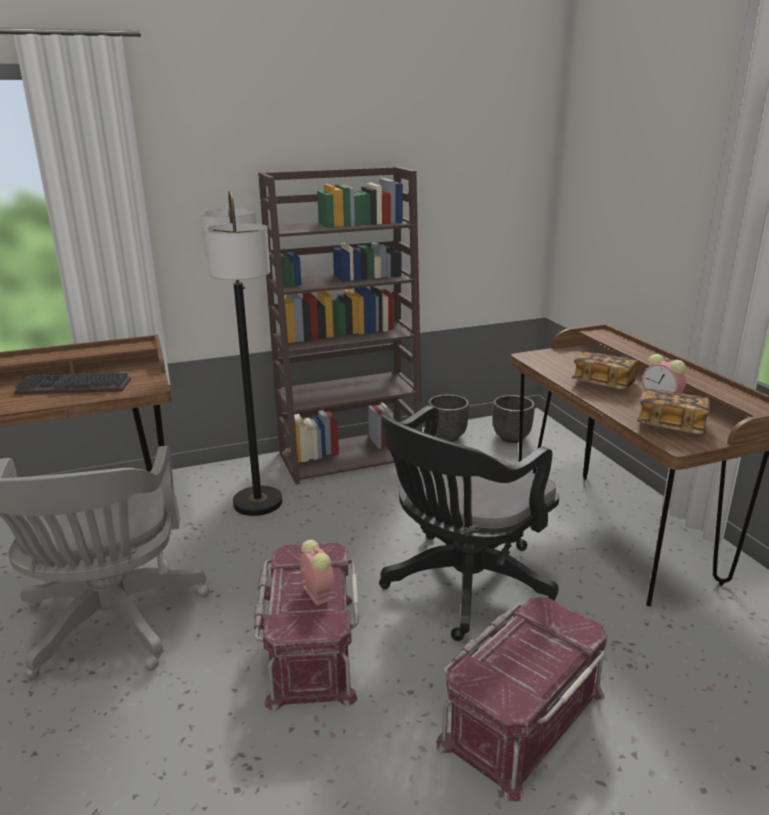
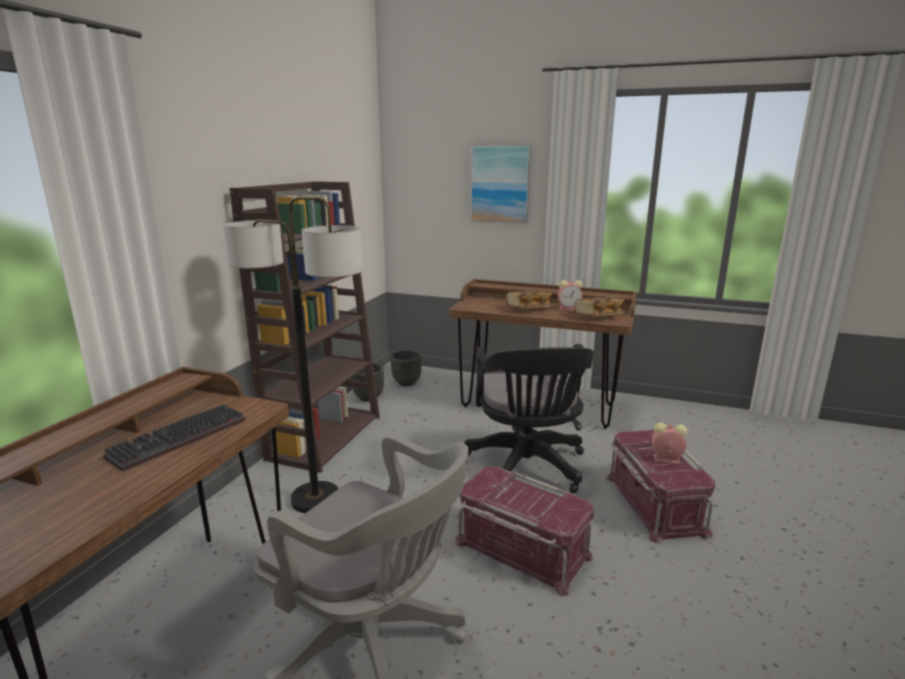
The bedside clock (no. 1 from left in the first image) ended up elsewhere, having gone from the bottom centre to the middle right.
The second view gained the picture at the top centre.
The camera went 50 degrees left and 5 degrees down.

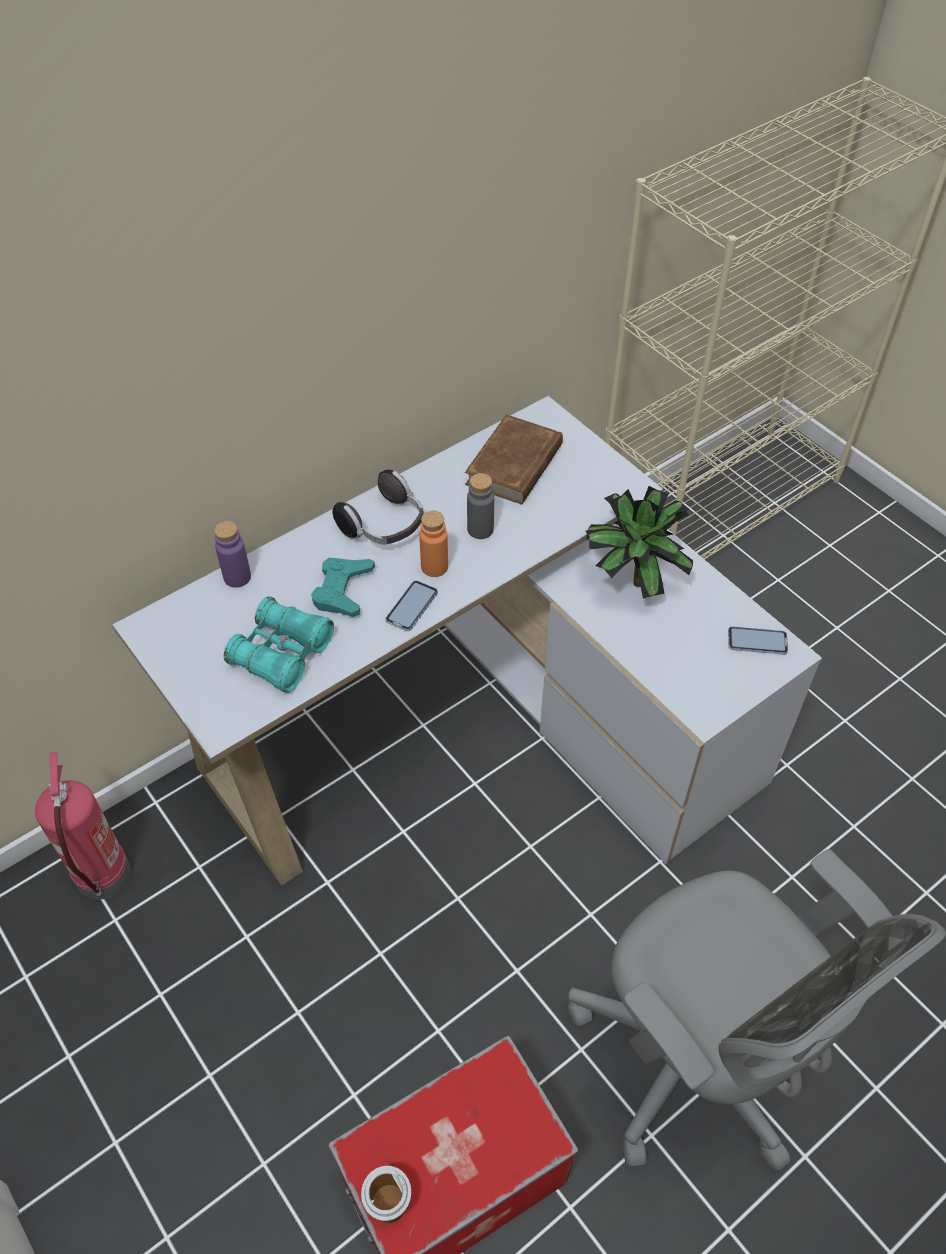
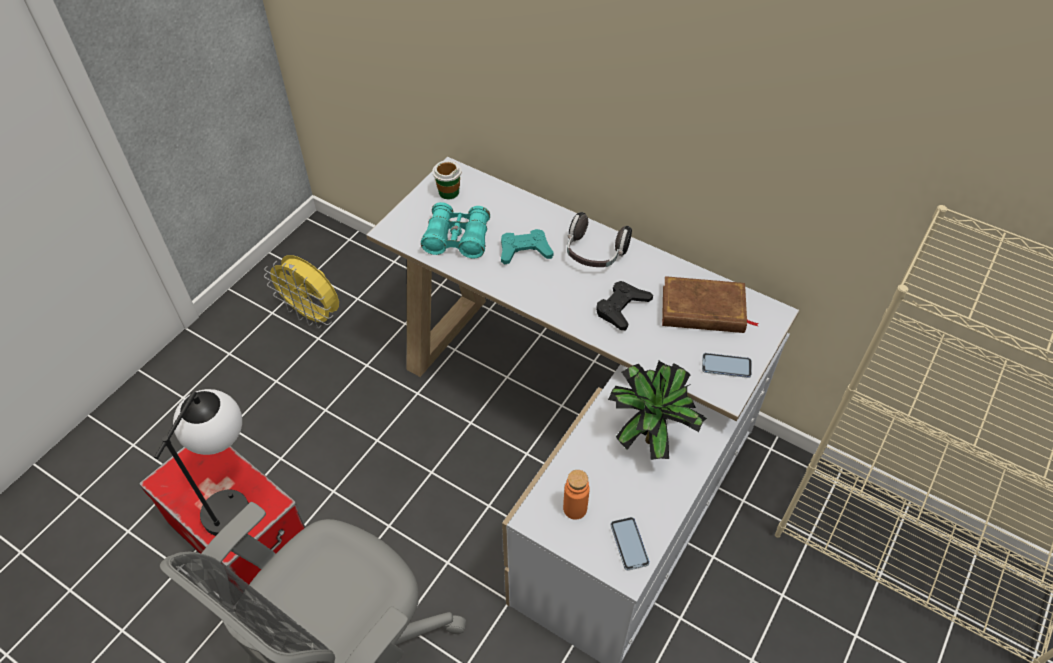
The second view lost the fire extinguisher at the middle left.
The second view lost the purple-coloured drink bottle at the middle left.
The small cup ended up elsewhere, having gone from the bottom centre to the top centre.
The telephone (no. 1 from left in the first image) ended up elsewhere, having gone from the centre to the middle right.
The orange drink bottle ended up elsewhere, having gone from the centre to the bottom centre.
Where the gray drink bottle stood at the centre, the black joypad came to stand at the centre.
The second view gained the tabletop lamp at the bottom left.
The second view gained the yellow-coloured electric fan at the middle left.
The camera went 70 degrees right and 0 degrees up.

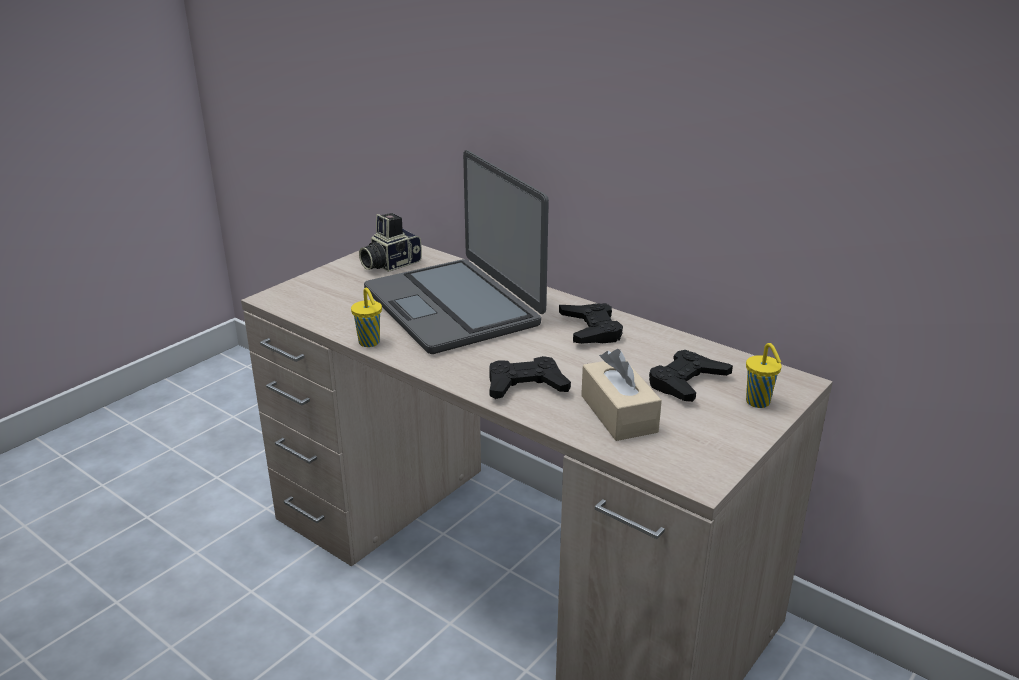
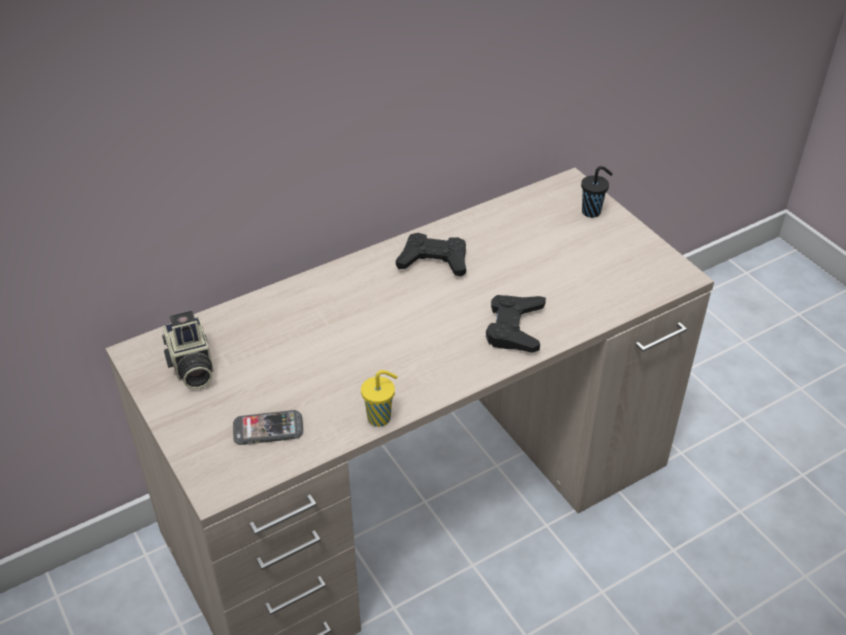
The second view lost the laptop at the centre.
The second view lost the sand-coloured box of tissues at the centre.
The second view lost the black joypad (no. 3 from left) at the middle right.
What was the yellow-coloured small cup (no. 2 from left) at the middle right turned into the black small cup at the top right.
The second view gained the telephone at the bottom left.
The camera went 70 degrees left and 15 degrees up.

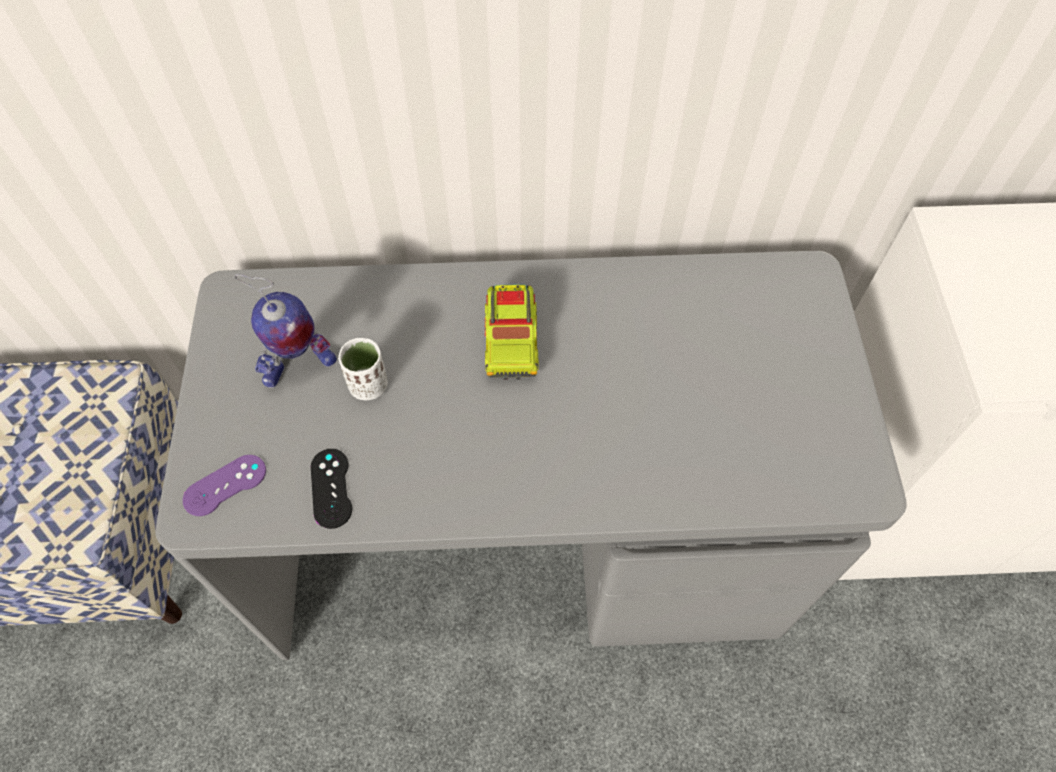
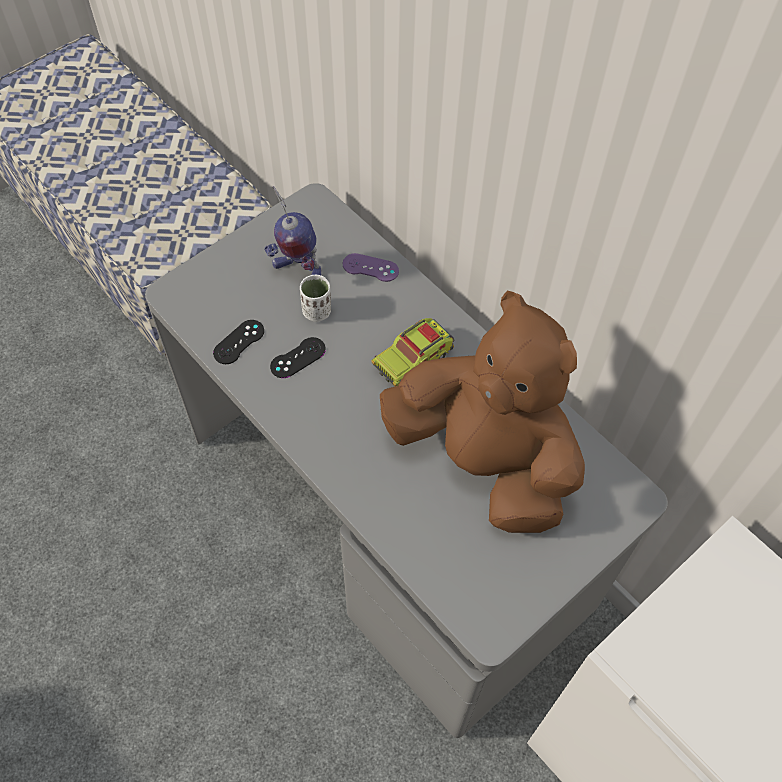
The purple-coloured joypad ended up elsewhere, having gone from the middle left to the centre.
The second view gained the black joypad (no. 2 from left) at the centre.
The second view gained the brown soft toy at the centre.
The camera went 50 degrees right and 0 degrees up.

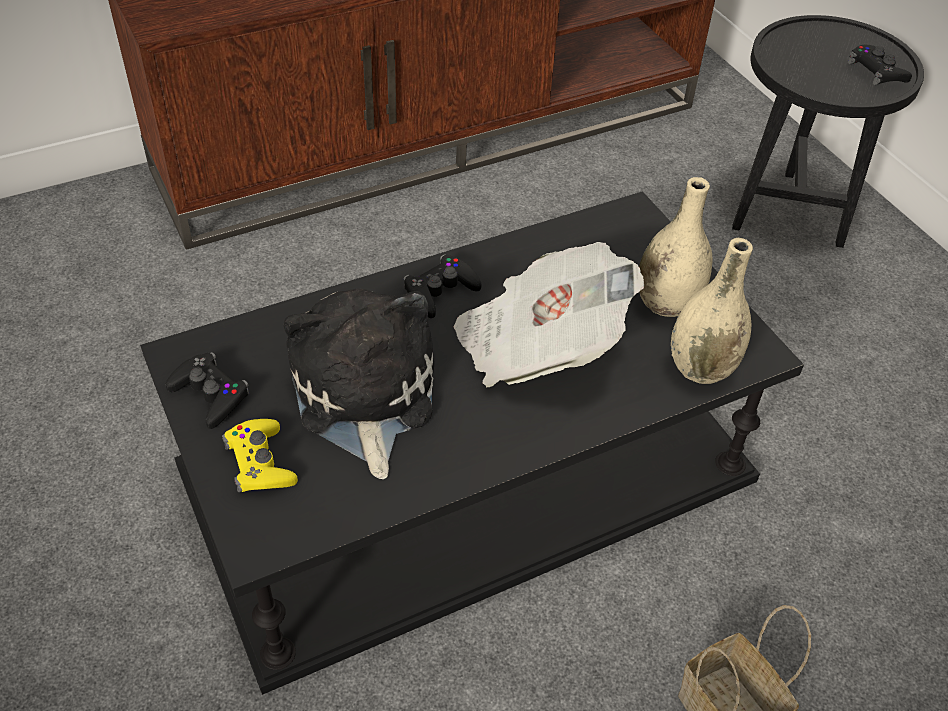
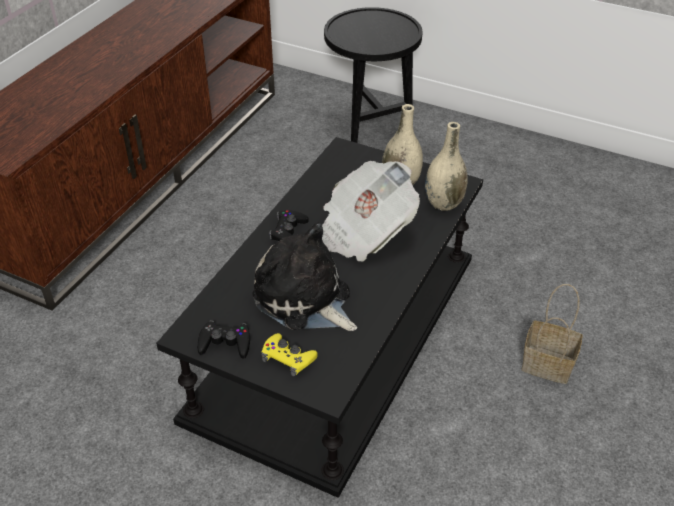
The second view lost the black joypad (no. 3 from left) at the top right.
The camera went 35 degrees left and 5 degrees down.

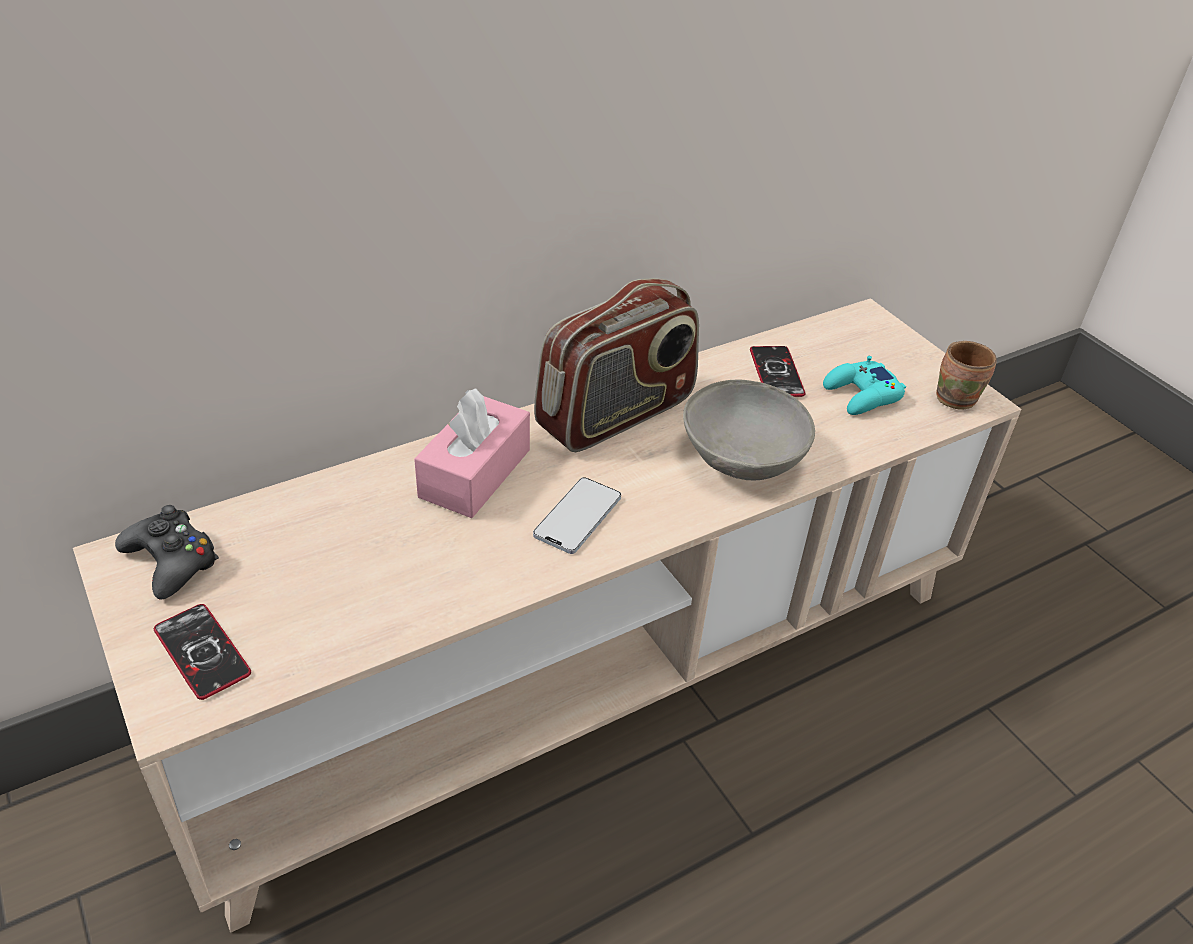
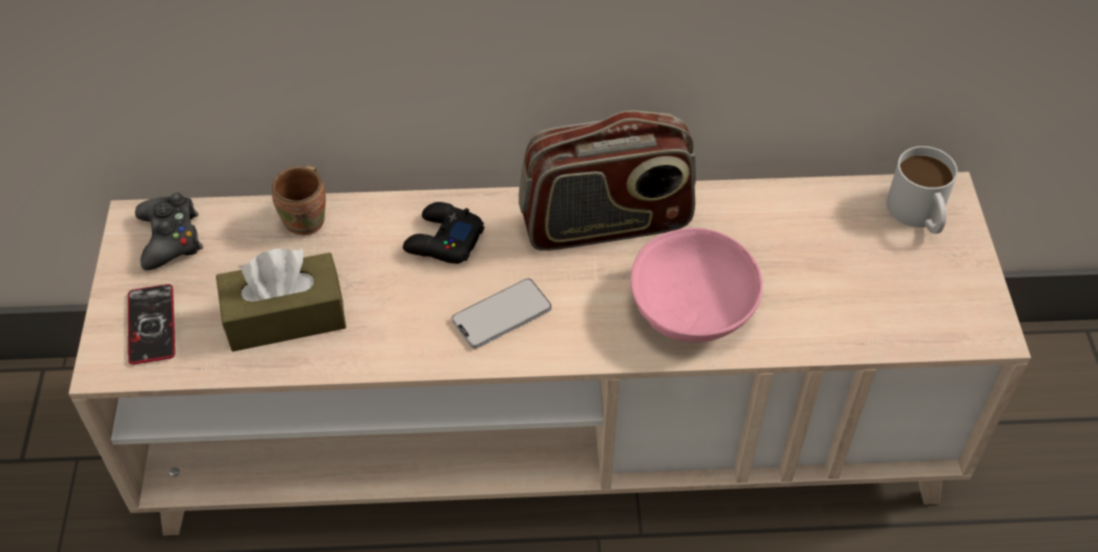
Where the pinkish box of tissues stood at the centre, the black joypad (no. 2 from left) came to stand at the centre.
What was the gray deep dish at the centre turned into the pinkish deep dish at the centre.
The second view lost the telephone (no. 3 from left) at the centre.
The second view lost the turquoise-coloured joypad at the middle right.
The brown coffee mug ended up elsewhere, having gone from the middle right to the middle left.
The second view gained the brown box of tissues at the middle left.
The second view gained the white coffee mug at the middle right.
The camera went 30 degrees right and 10 degrees up.

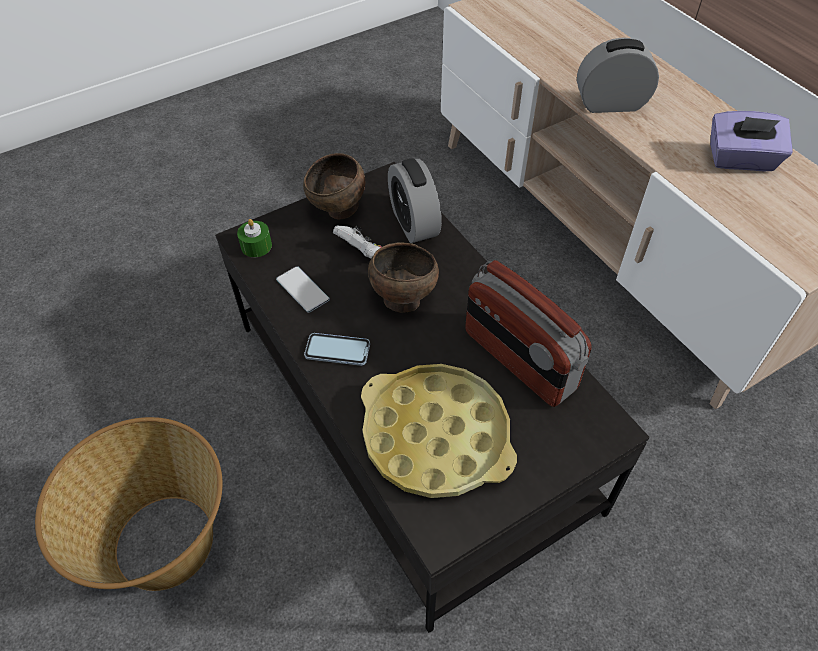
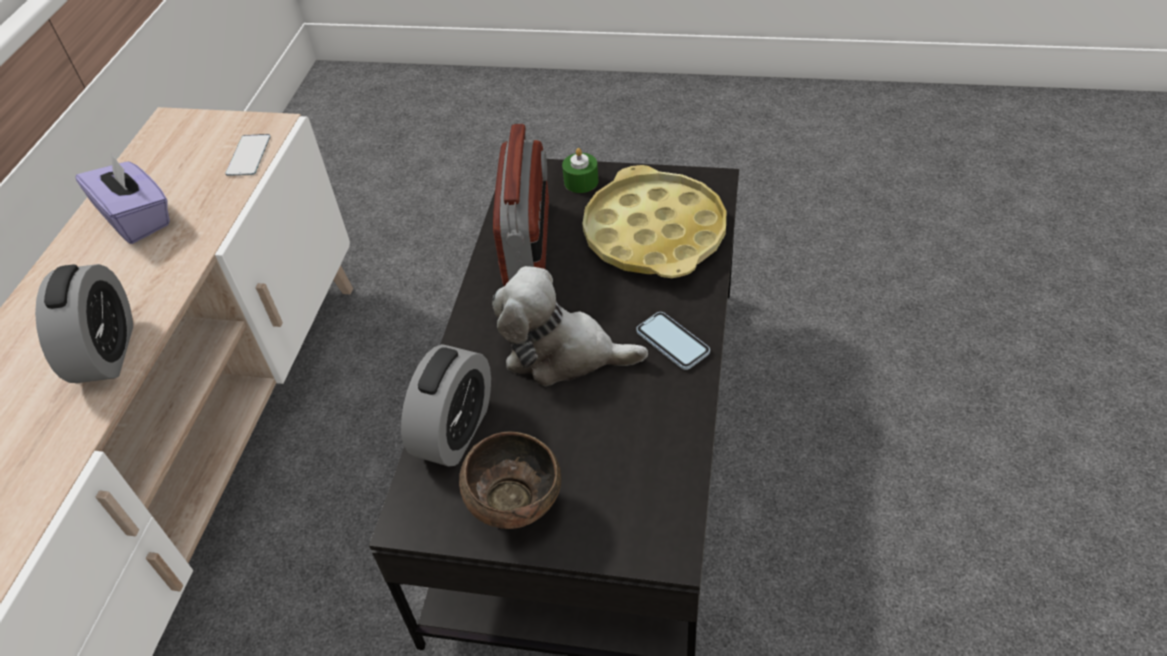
The second view lost the household basket at the bottom left.
The greenish wax candle ended up elsewhere, having gone from the middle left to the top centre.
The telephone (no. 1 from left) ended up elsewhere, having gone from the centre to the top left.
The second view lost the white joypad at the centre.
Where the brown deep dish (no. 2 from left) stood at the centre, the soft toy came to stand at the centre.
The bedside clock (no. 2 from left in the first image) at the top right ended up facing another way, 135 degrees counterclockwise from before.
The camera went 135 degrees left and 5 degrees down.

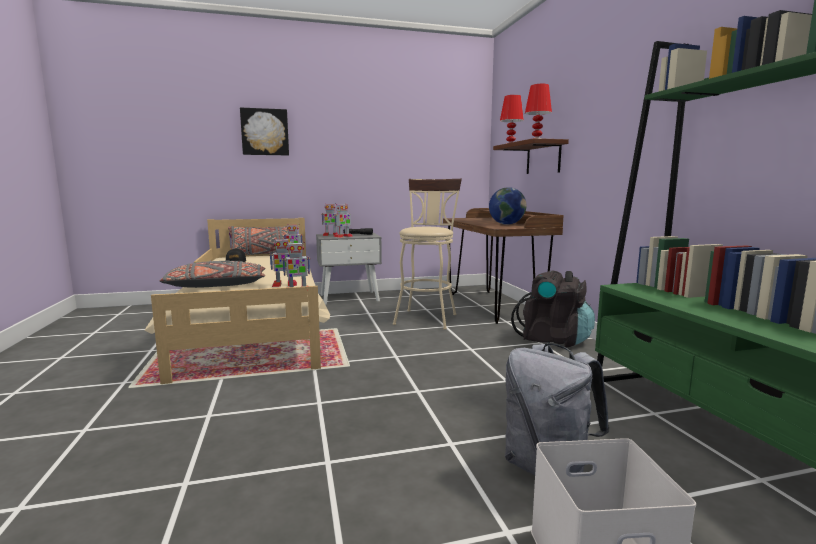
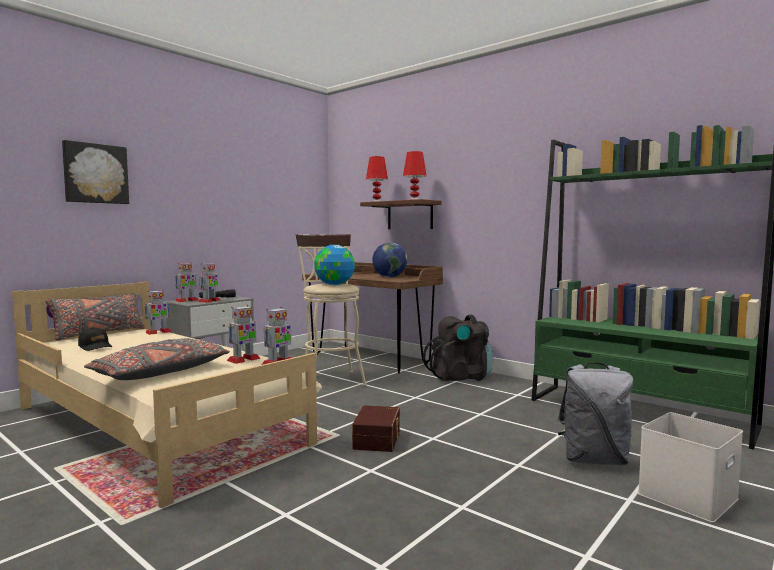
The second view gained the world globe (no. 1 from left) at the centre.
The second view gained the brown storage container at the bottom centre.
The camera went 35 degrees left and 5 degrees down.

